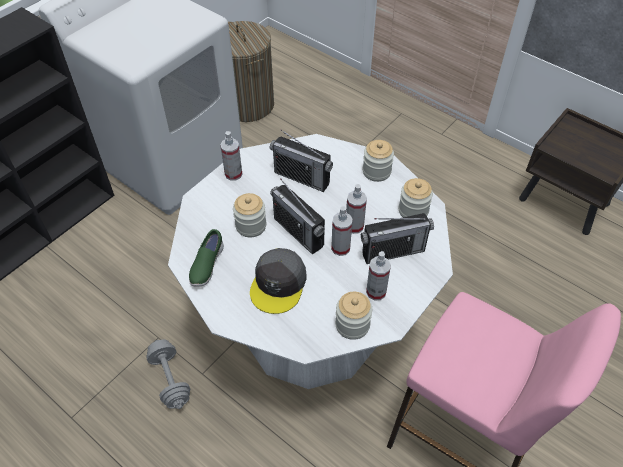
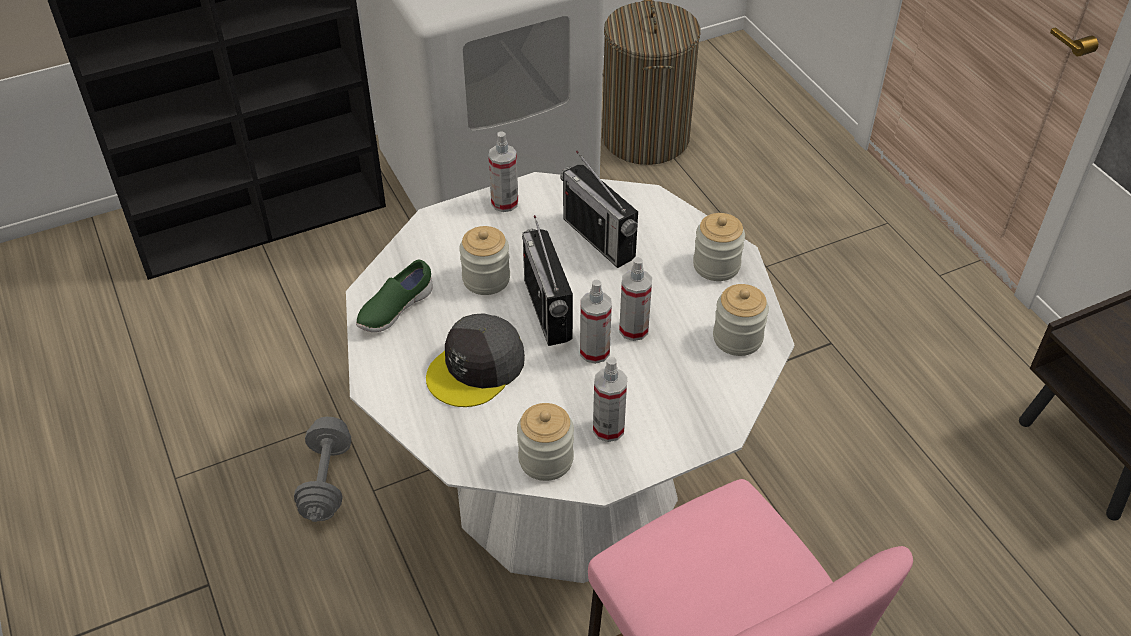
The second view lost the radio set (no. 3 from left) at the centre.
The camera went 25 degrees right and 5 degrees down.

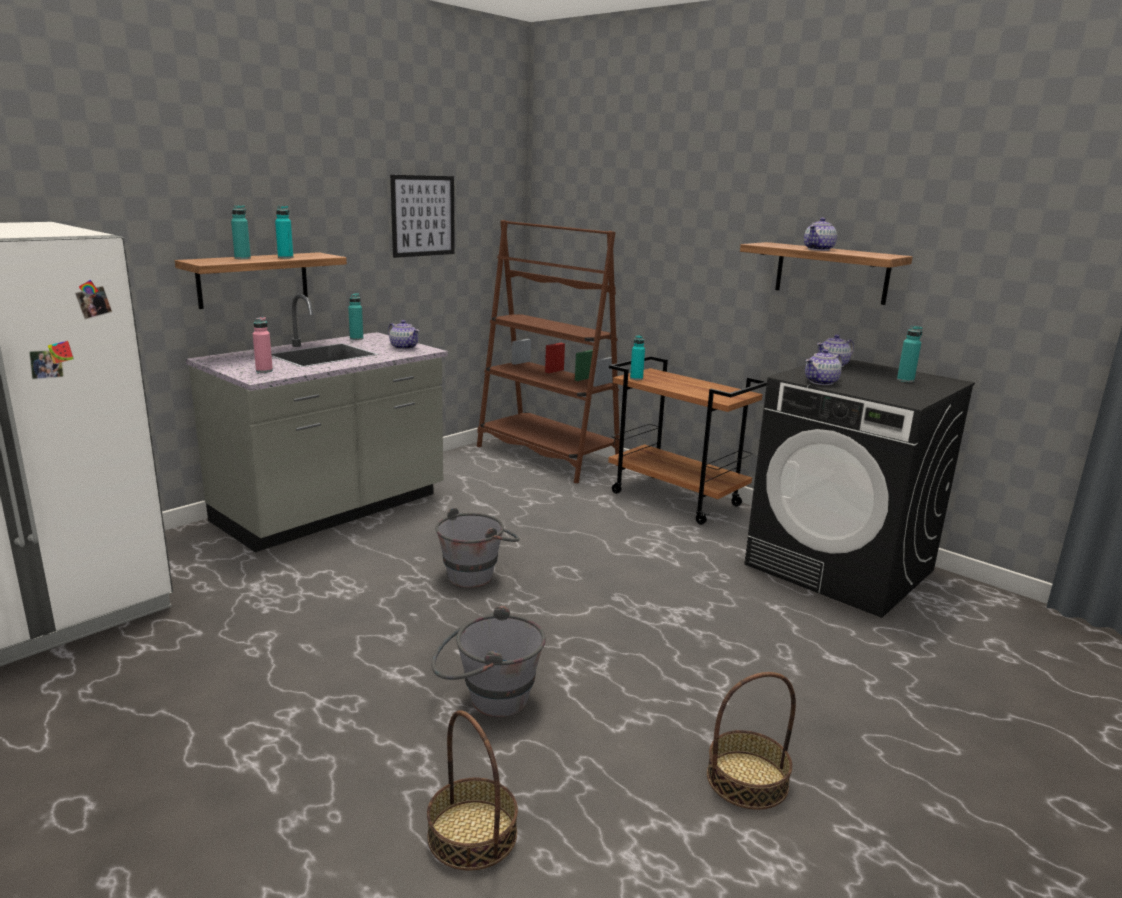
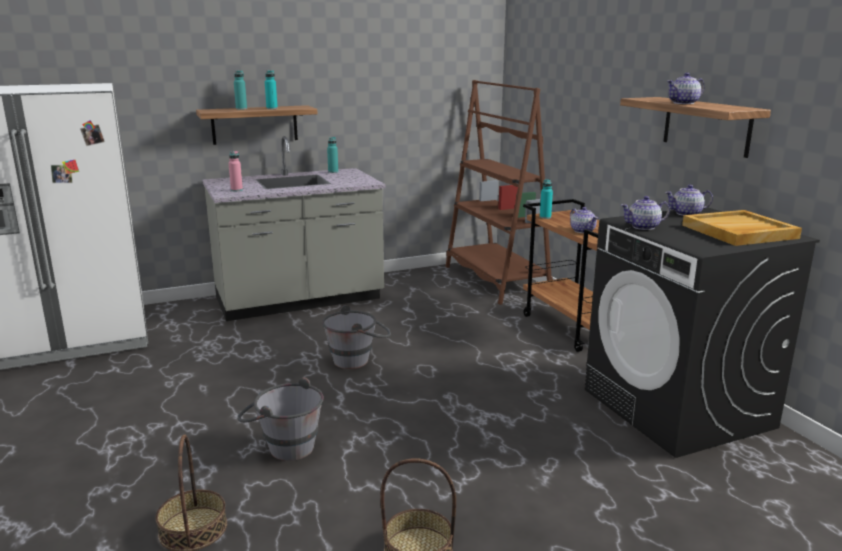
The pot for tea (no. 1 from left) ended up elsewhere, having gone from the centre to the middle right.
The second view lost the picture at the top centre.
Where the turquoise-coloured drink bottle (no. 5 from left) stood at the middle right, the sand-coloured serving tray came to stand at the middle right.
The camera went 25 degrees right and 0 degrees up.

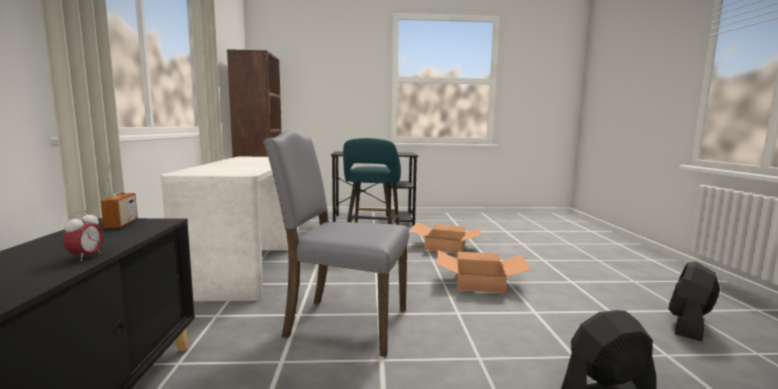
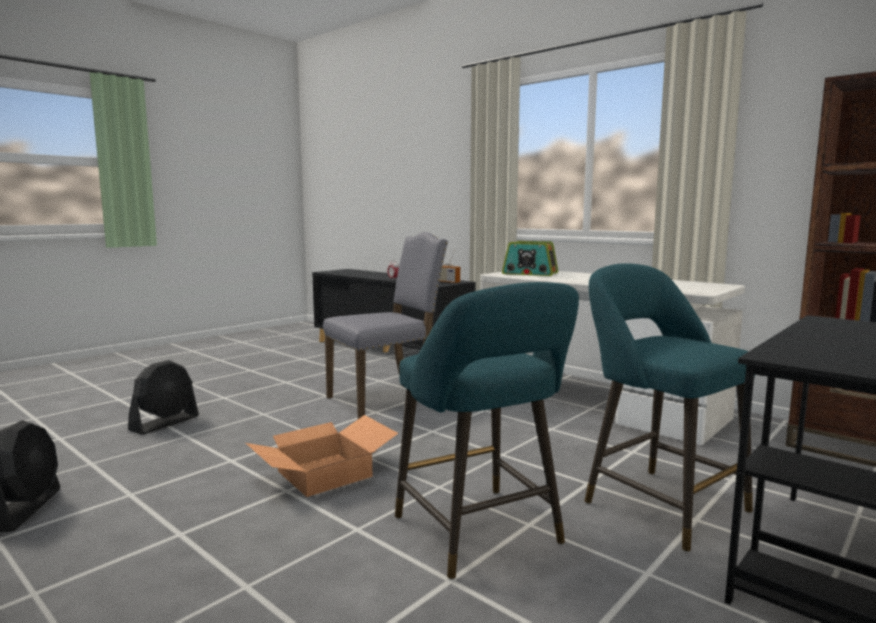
Where the packing box (no. 1 from left) stood at the centre, the turquoise-coloured stool seat (no. 1 from left) came to stand at the bottom centre.
The second view gained the radio set (no. 2 from left) at the centre.
The camera went 135 degrees right and 0 degrees up.

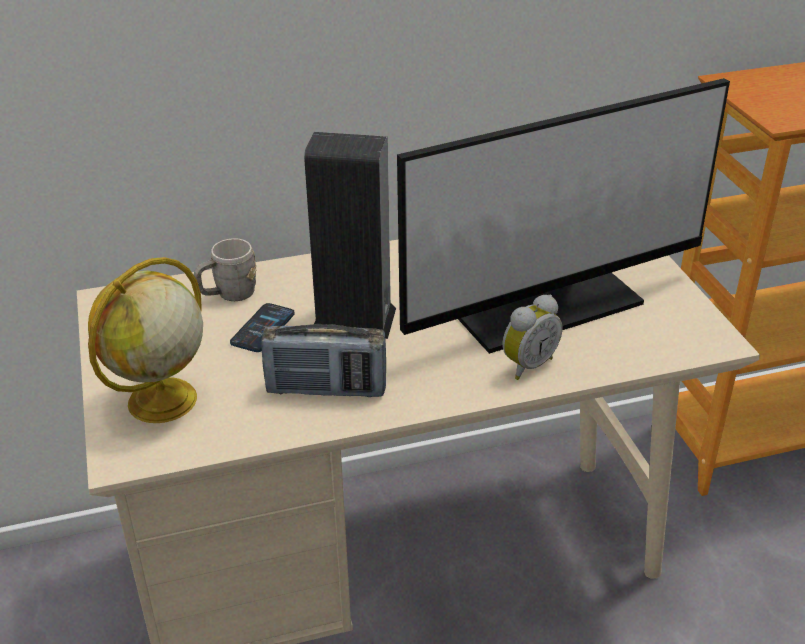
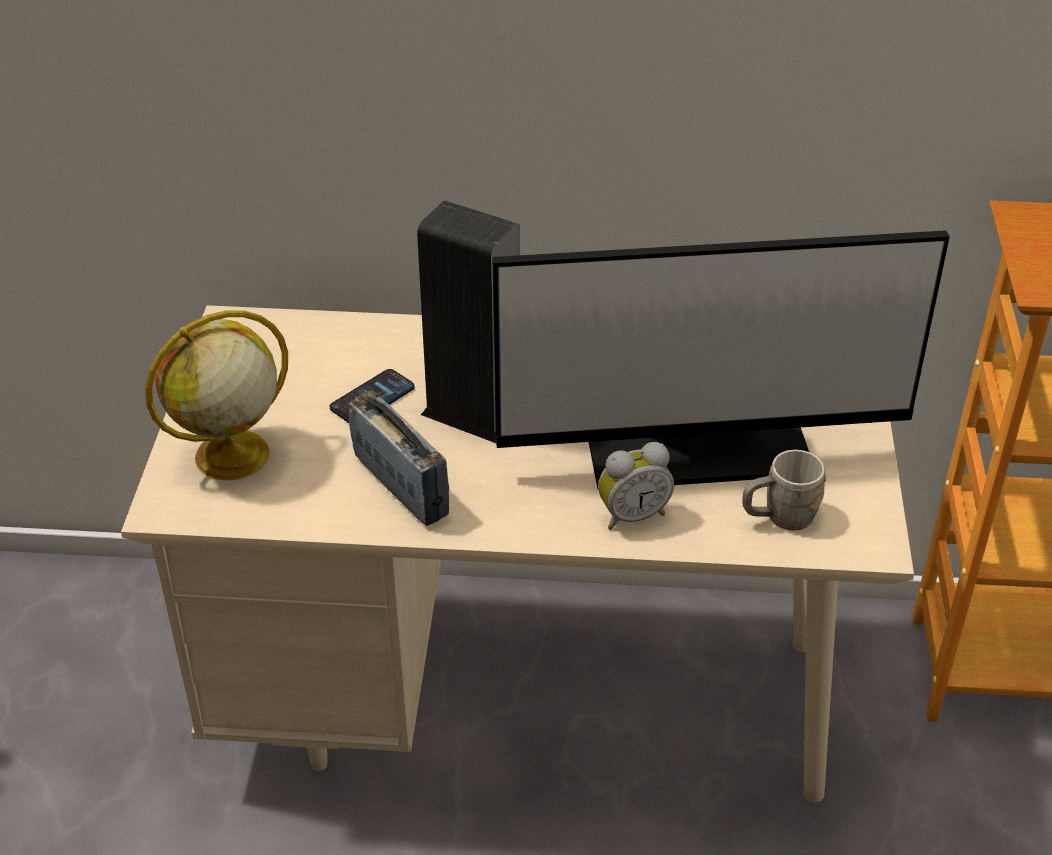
The gray coffee mug ended up elsewhere, having gone from the middle left to the middle right.
The radio set at the centre ended up facing another way, 150 degrees counterclockwise from before.
The camera went 20 degrees right and 5 degrees up.

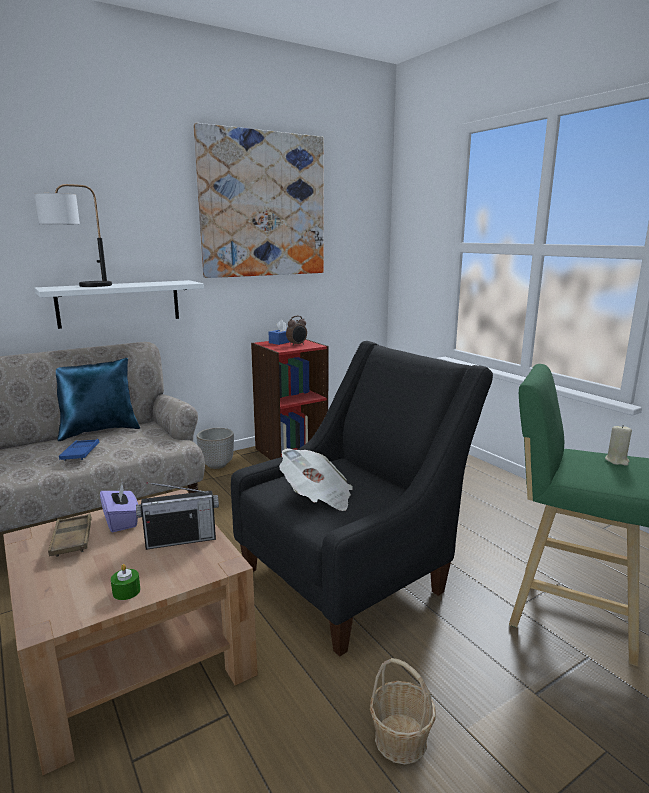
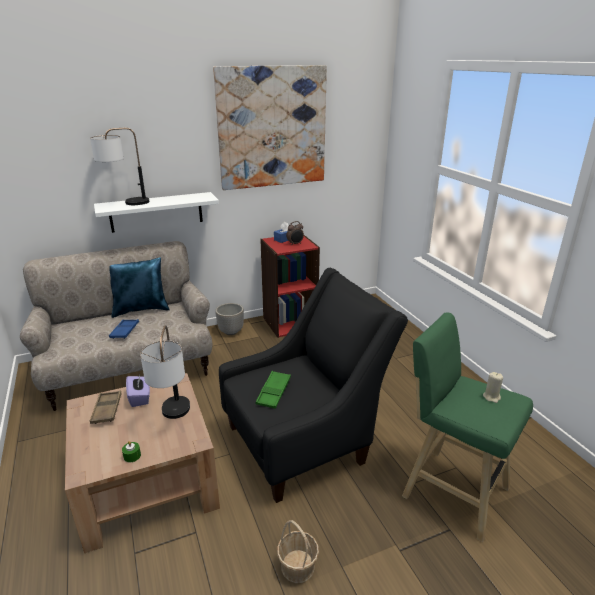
Where the radio set stood at the middle left, the tabletop lamp (no. 2 from left) came to stand at the middle left.
Where the newspaper stood at the centre, the greenish serving tray came to stand at the centre.
The camera went 10 degrees right and 10 degrees up.

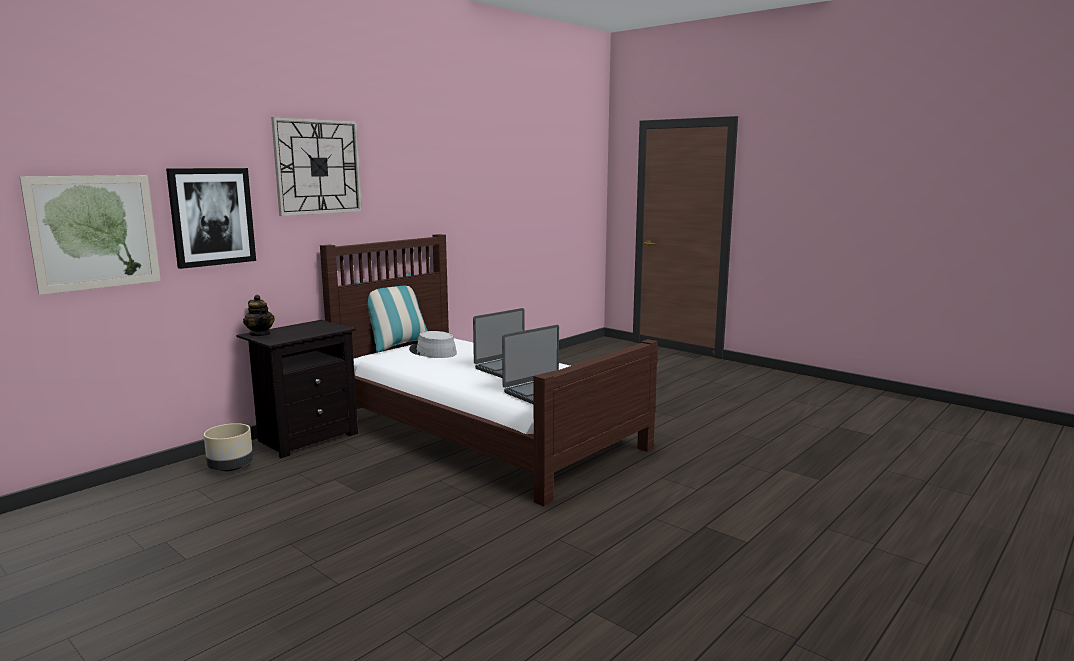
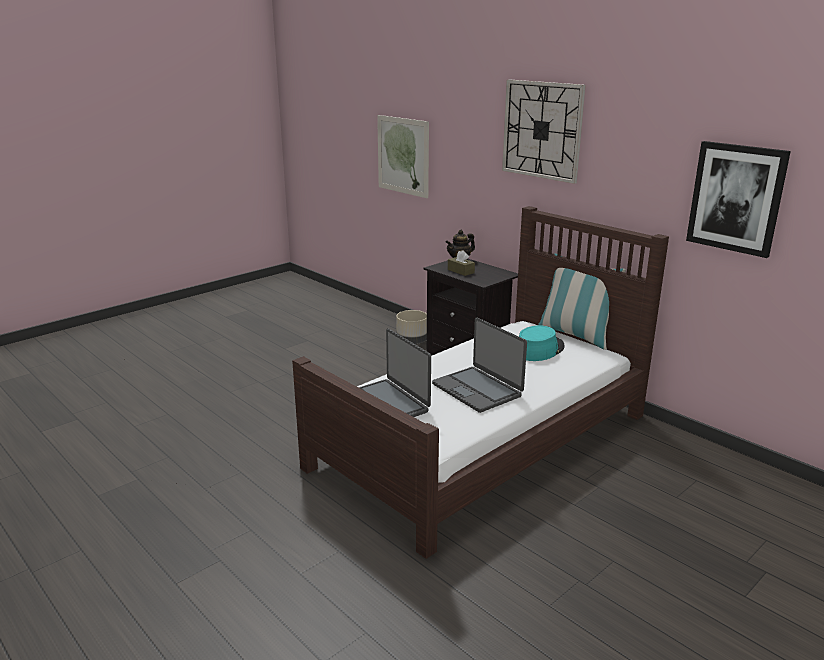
The picture (no. 2 from left) ended up elsewhere, having gone from the top left to the top right.
What was the gray clothing hat at the centre turned into the turquoise-coloured clothing hat at the centre.
The second view gained the brown box of tissues at the centre.
The camera went 95 degrees right and 10 degrees up.

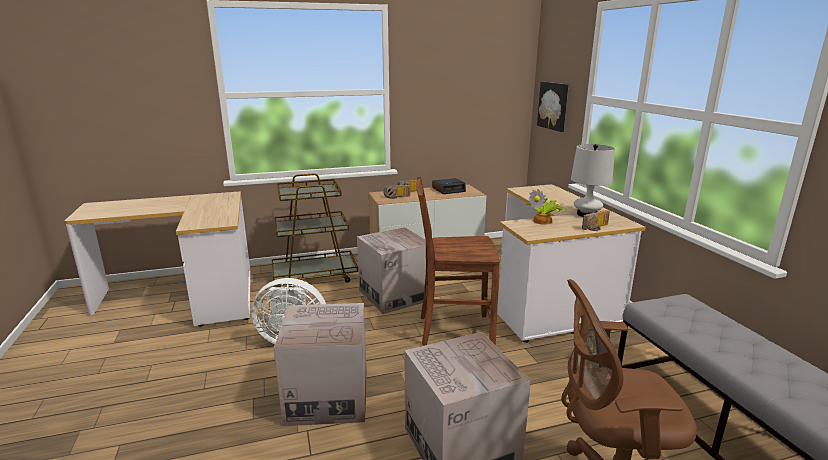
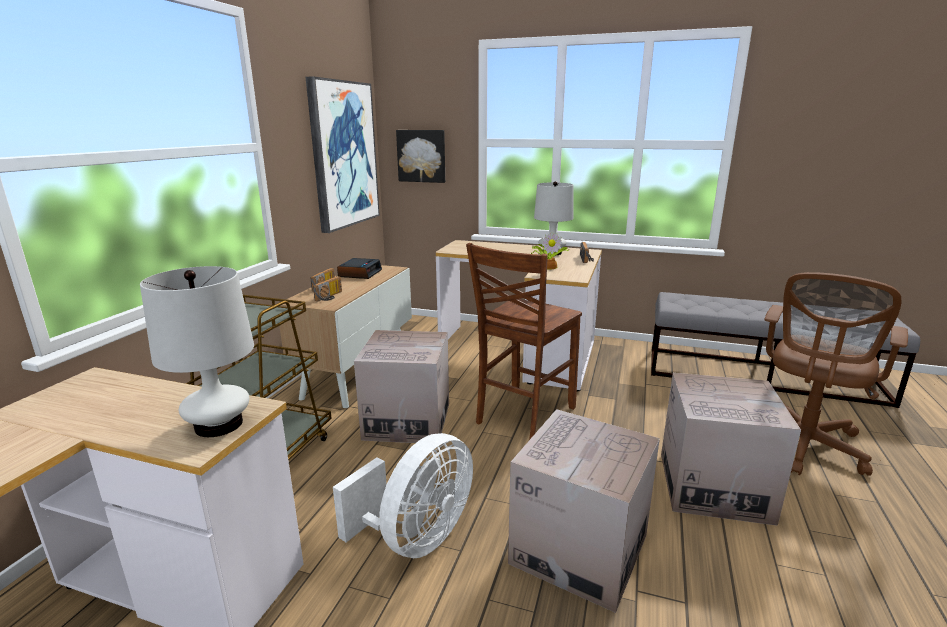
The second view gained the white tabletop lamp (no. 1 from left) at the middle left.
The second view gained the picture (no. 1 from left) at the top centre.
The camera went 55 degrees left and 0 degrees up.

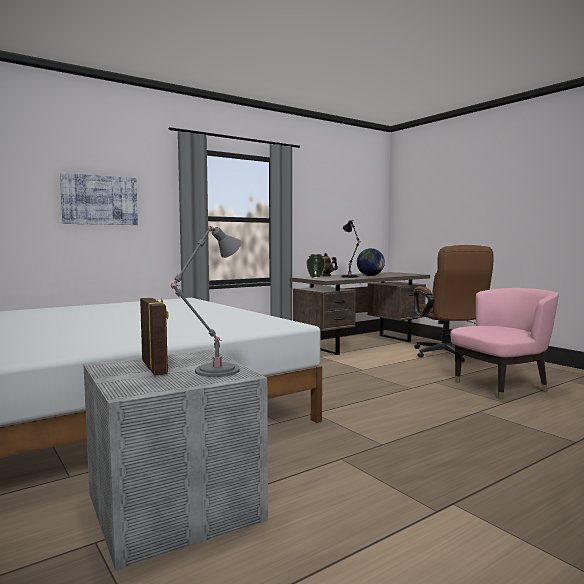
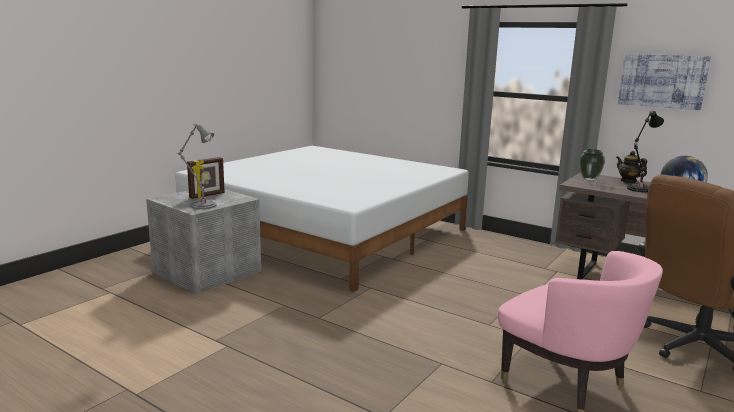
The picture ended up elsewhere, having gone from the middle left to the top right.
The camera went 70 degrees right and 10 degrees up.

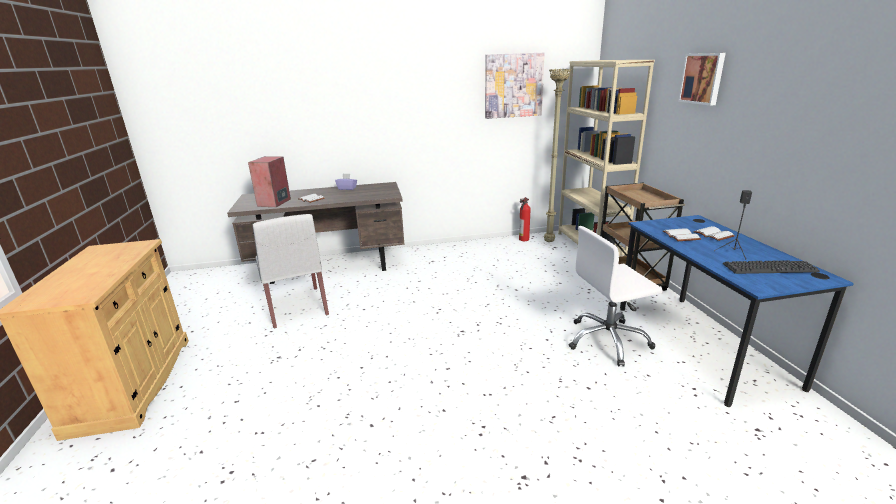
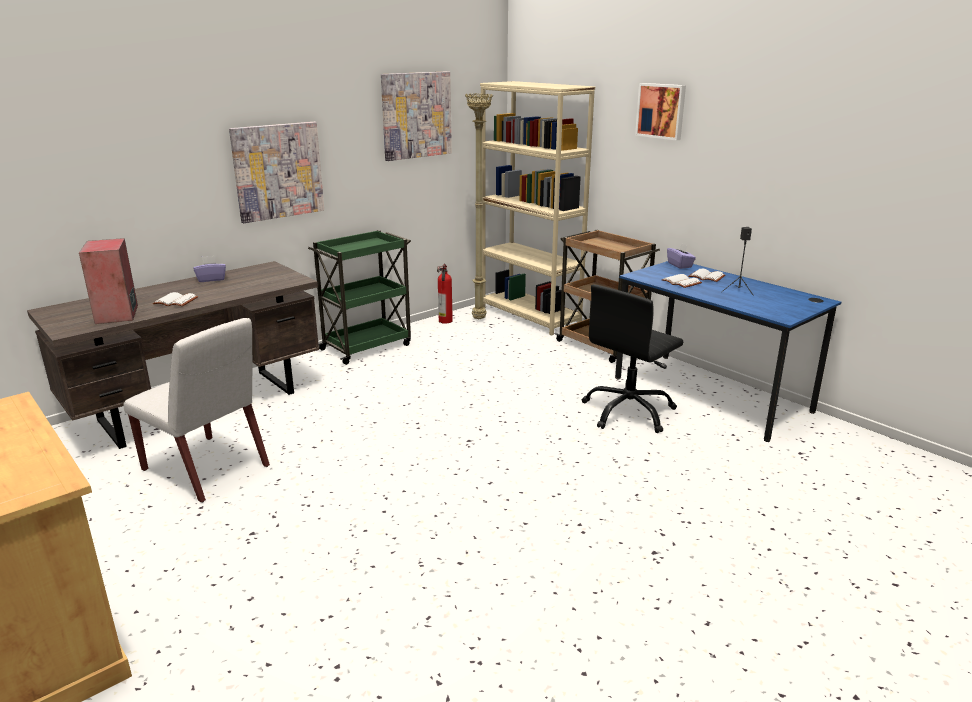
What was the white desk chair at the middle right turned into the black desk chair at the centre.
The second view lost the keyboard at the middle right.
The second view gained the picture (no. 1 from left) at the top left.
The second view gained the greenish cart at the centre.
The second view gained the purple-coloured box of tissues (no. 2 from left) at the middle right.
The camera went 30 degrees left and 0 degrees up.

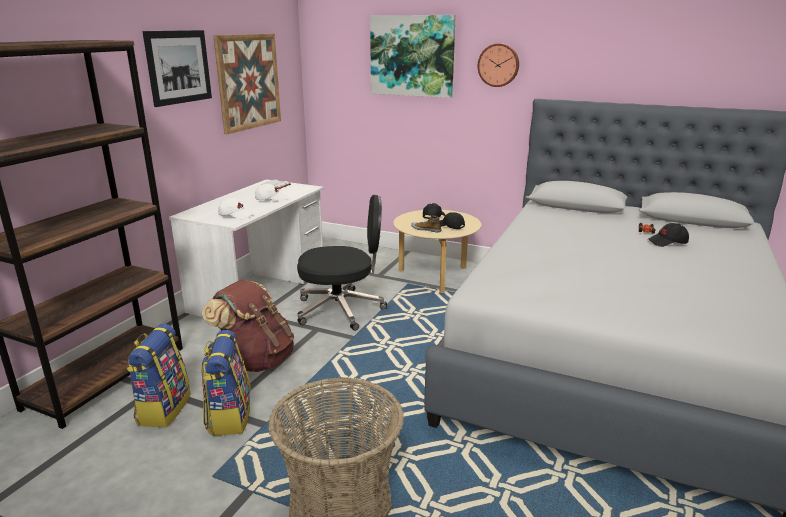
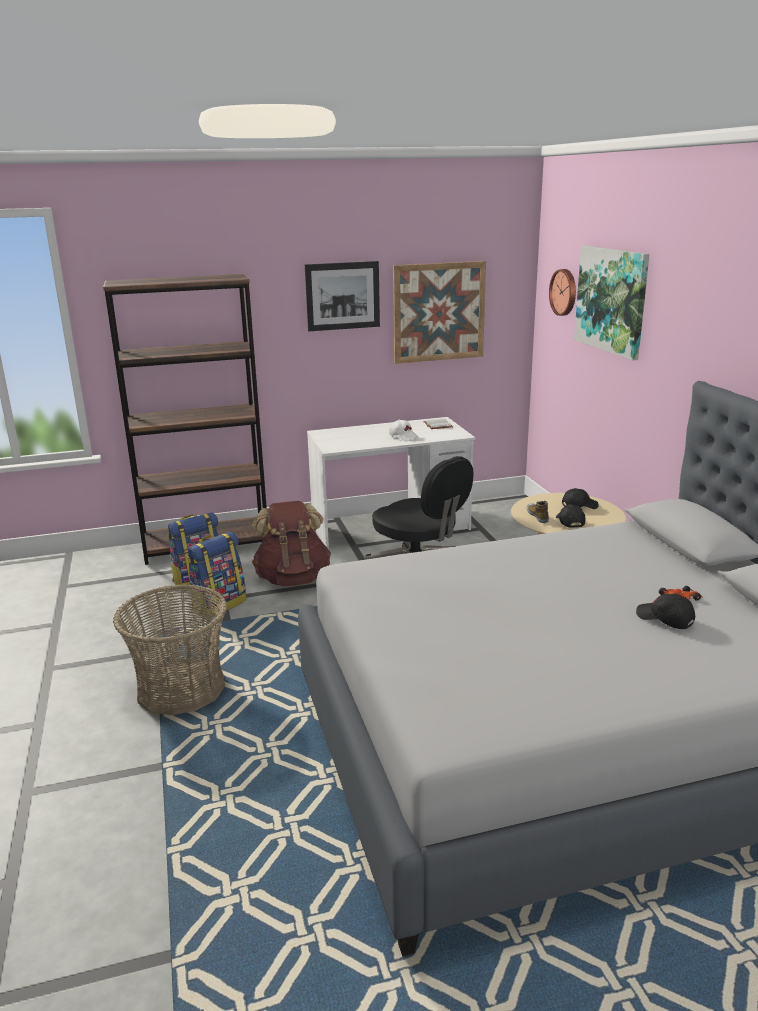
The second view lost the white baseball cap (no. 1 from left) at the middle left.
The clock on the wall ended up elsewhere, having gone from the top centre to the top right.
The camera went 50 degrees right and 0 degrees up.

